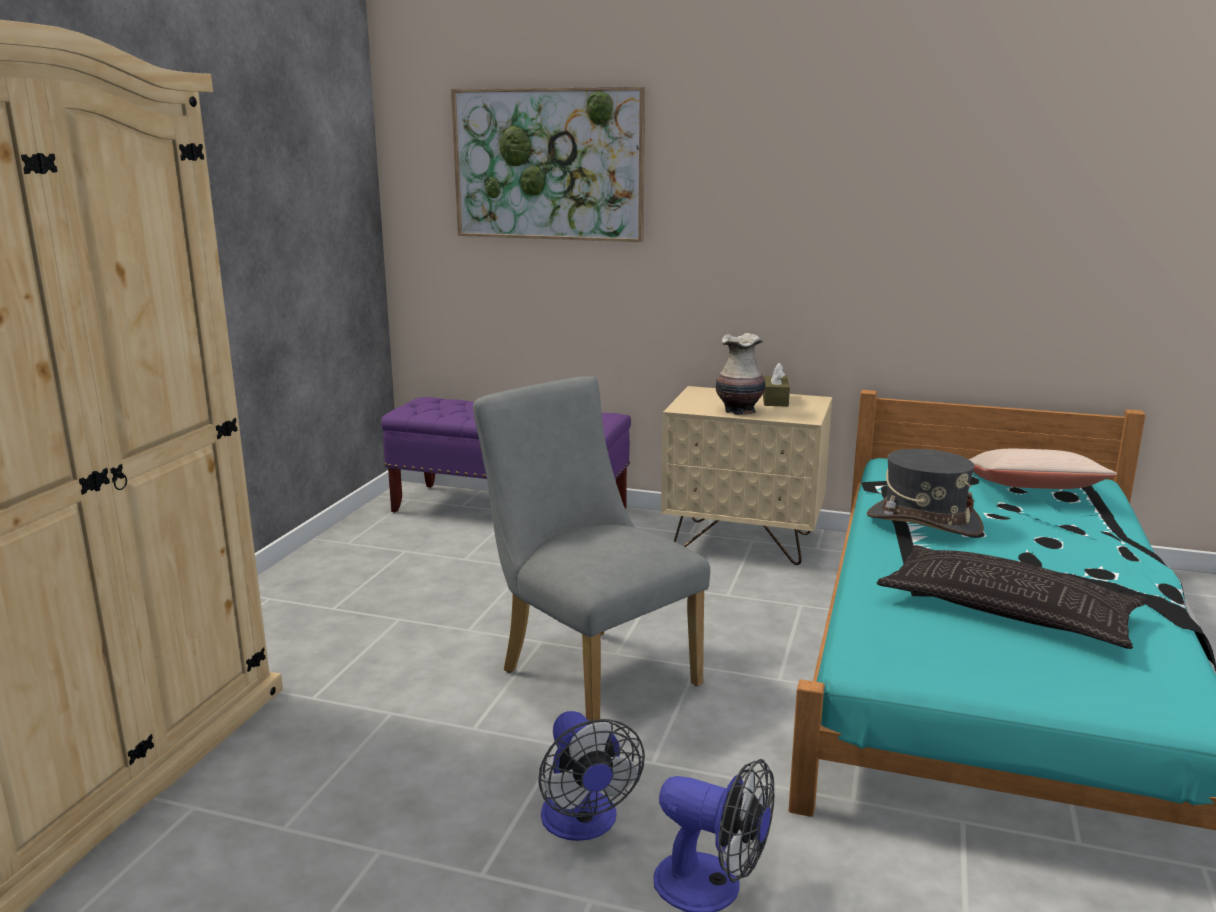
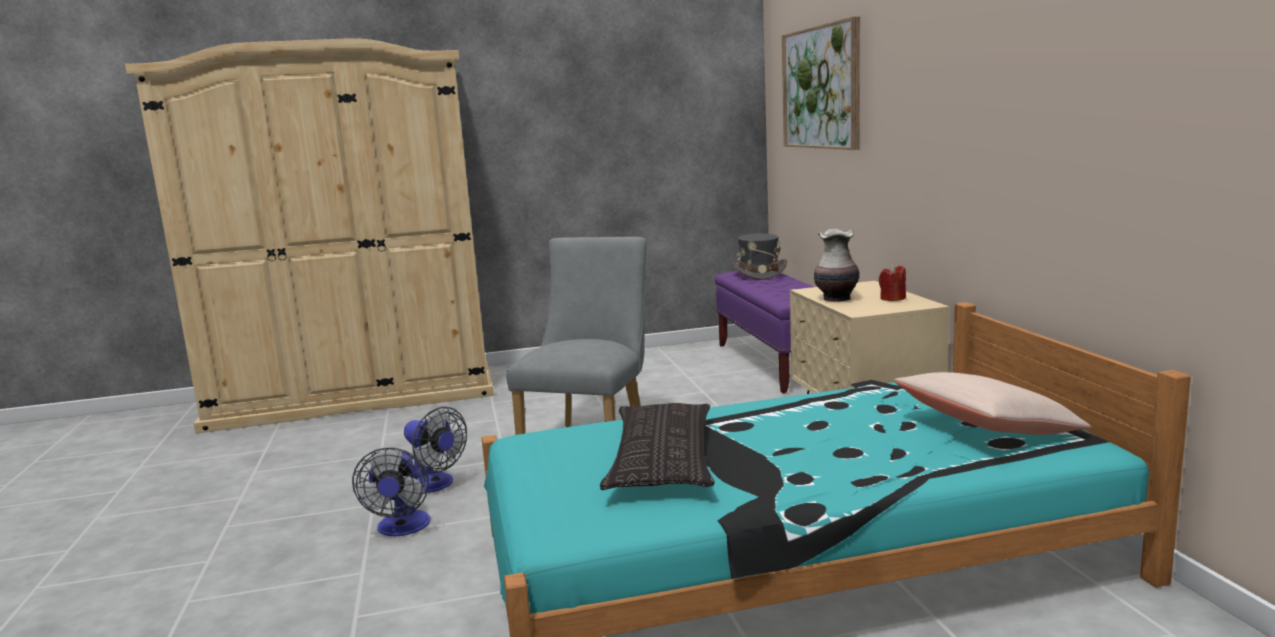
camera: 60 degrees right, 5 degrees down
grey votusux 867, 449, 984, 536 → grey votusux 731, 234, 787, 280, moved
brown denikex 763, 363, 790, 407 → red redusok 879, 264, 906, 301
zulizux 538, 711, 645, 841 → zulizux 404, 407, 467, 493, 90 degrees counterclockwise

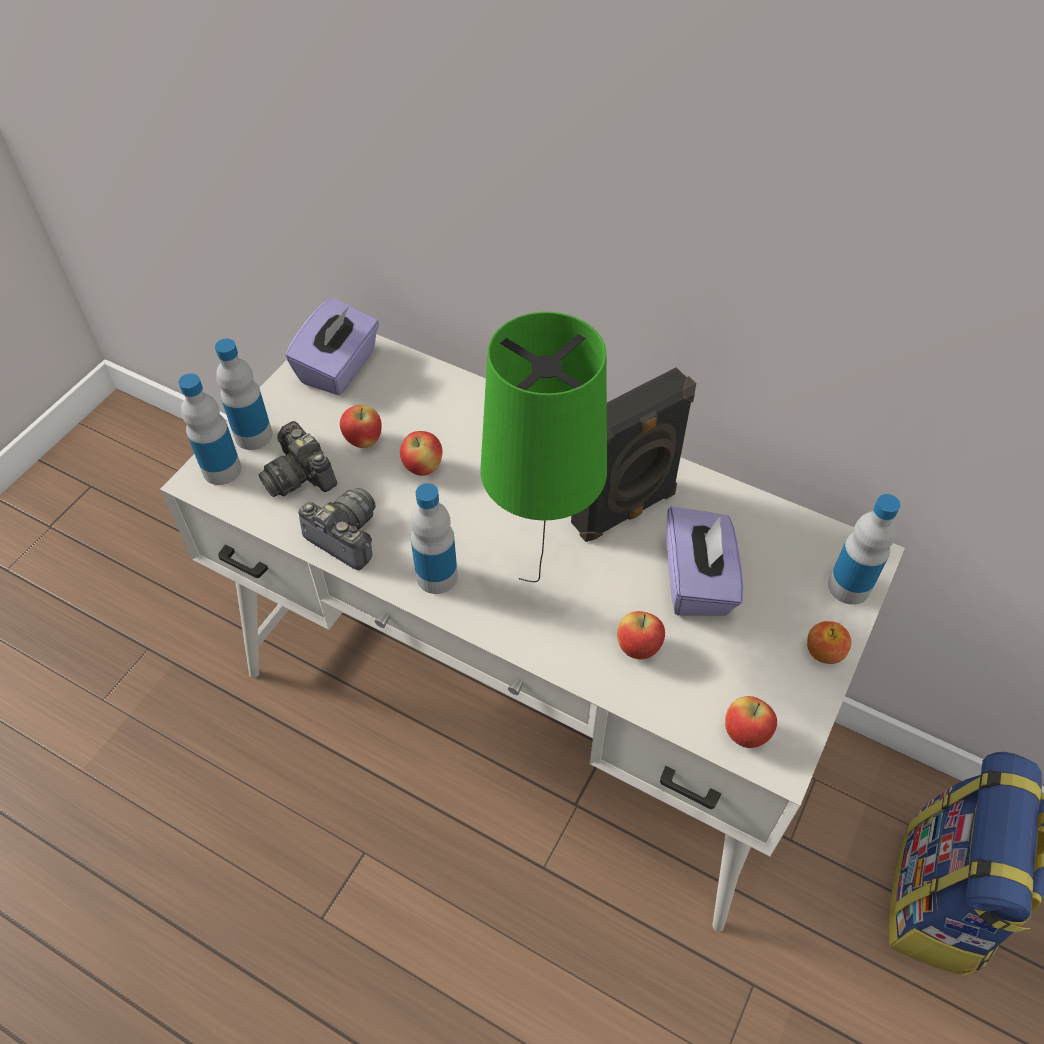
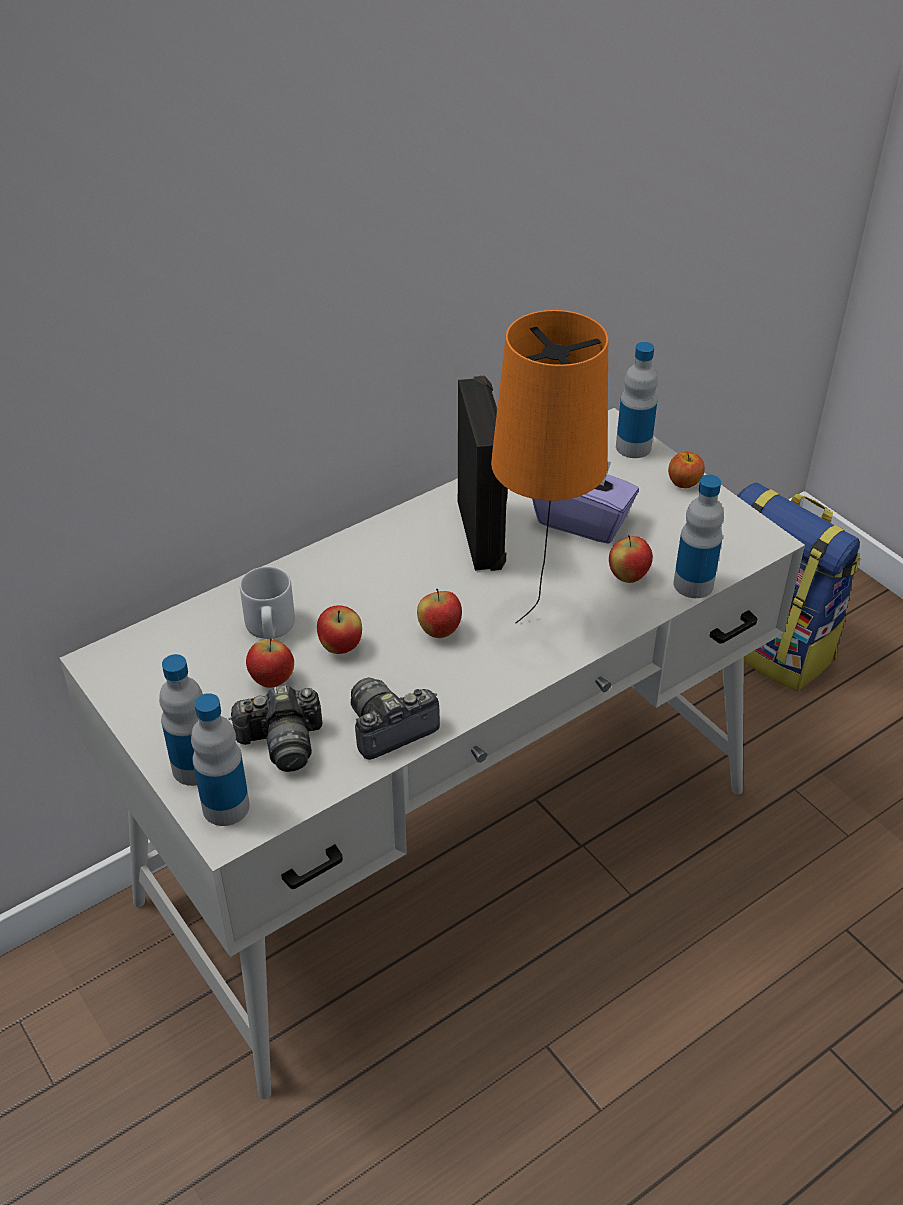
camera: 65 degrees left, 10 degrees down
purple denikex 286, 298, 379, 395 → -
- → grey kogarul 240, 566, 295, 639
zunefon 410, 483, 458, 594 → zunefon 673, 475, 724, 598, moved
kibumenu 725, 696, 777, 748 → kibumenu 417, 589, 462, 638, moved
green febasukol 480, 312, 607, 582 → orange febasukol 491, 310, 608, 623

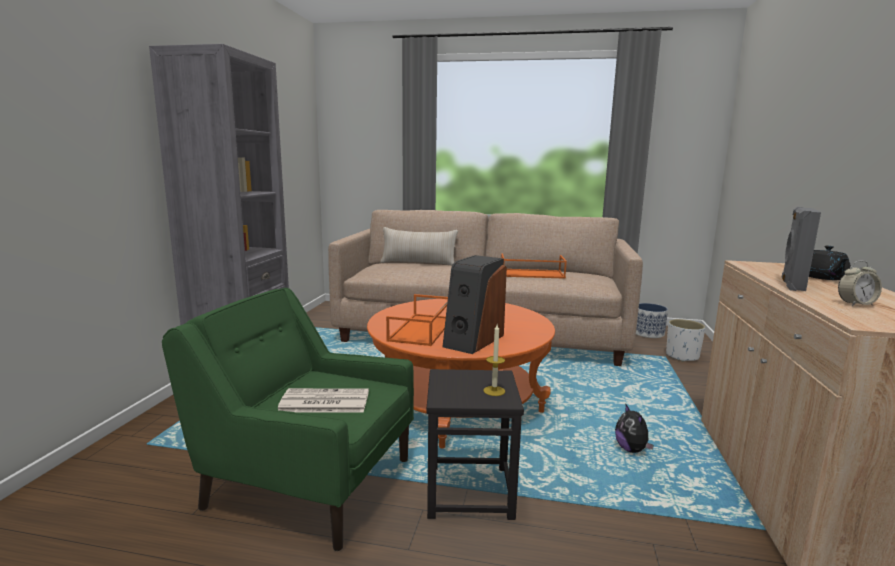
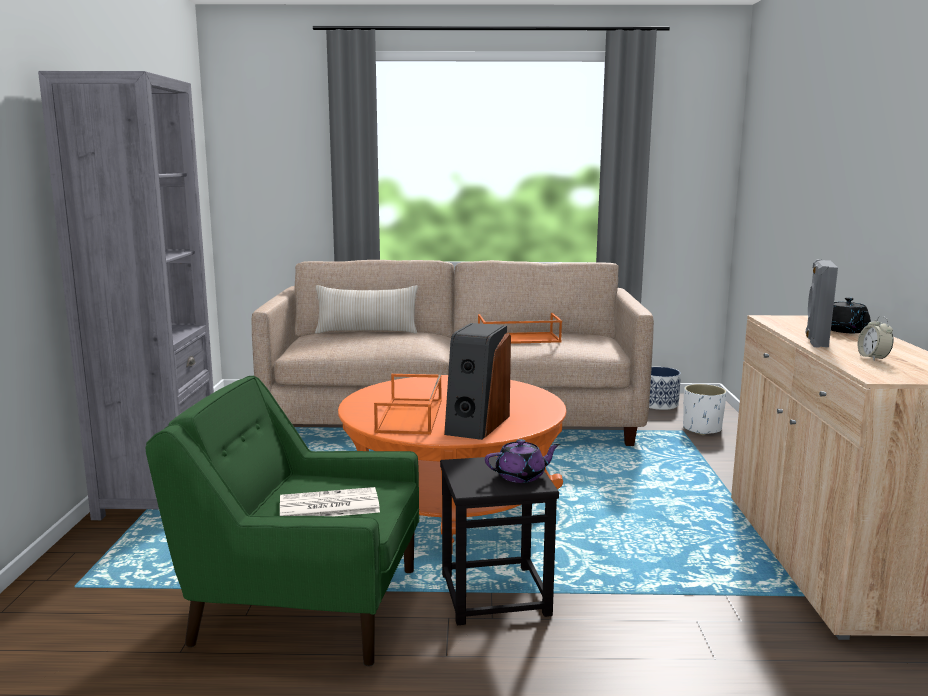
camera: 10 degrees left, 0 degrees up
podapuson 615, 403, 654, 453 → -
redusok 483, 325, 505, 396 → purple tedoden 485, 439, 561, 483
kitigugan 838, 260, 882, 306 → kitigugan 857, 316, 894, 361, 105 degrees clockwise

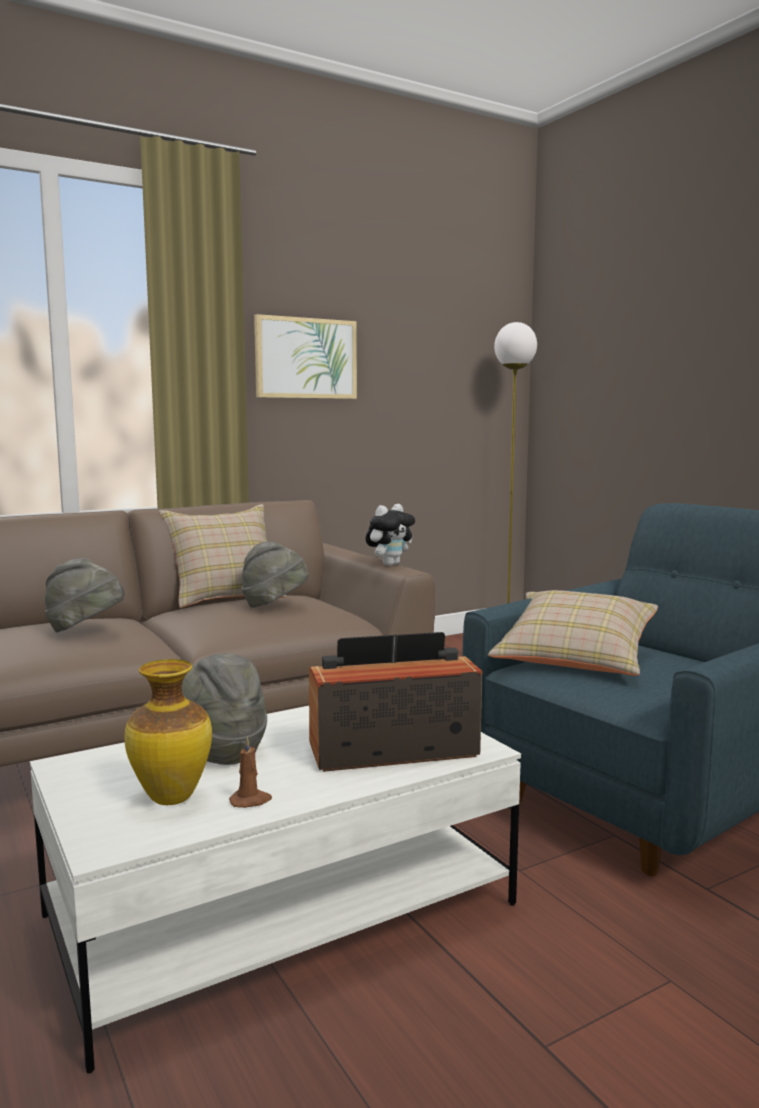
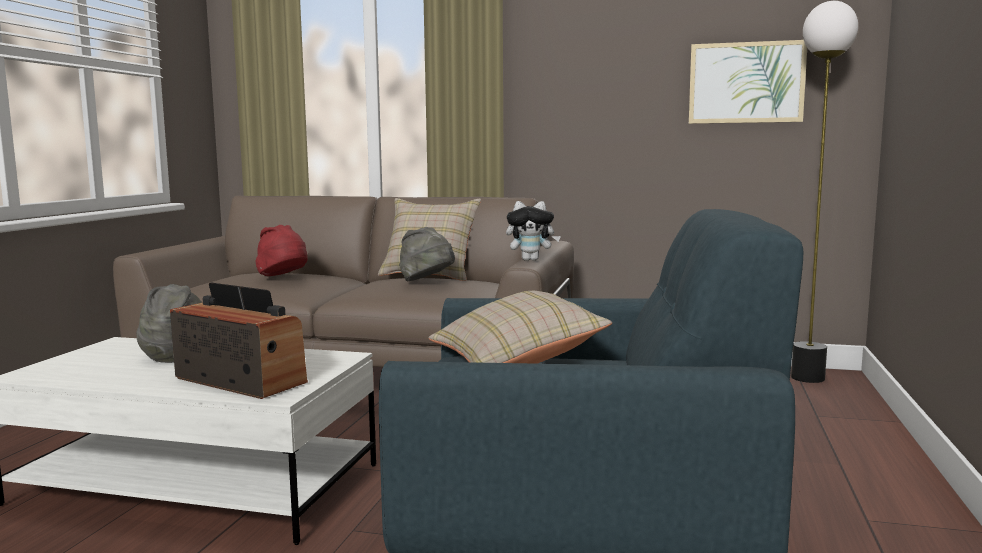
camera: 45 degrees right, 0 degrees up
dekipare 125, 659, 212, 805 → -
brown redusok 229, 736, 272, 808 → -
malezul 254, 314, 357, 399 → malezul 689, 40, 807, 124, moved
grey votusux 45, 558, 125, 632 → red votusux 256, 225, 308, 276

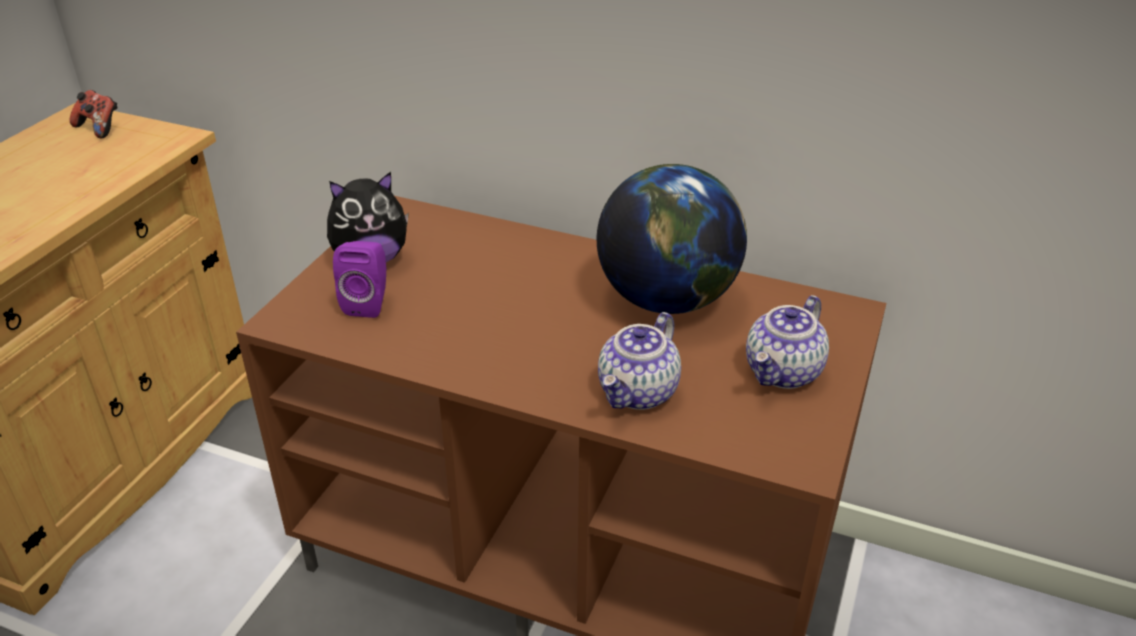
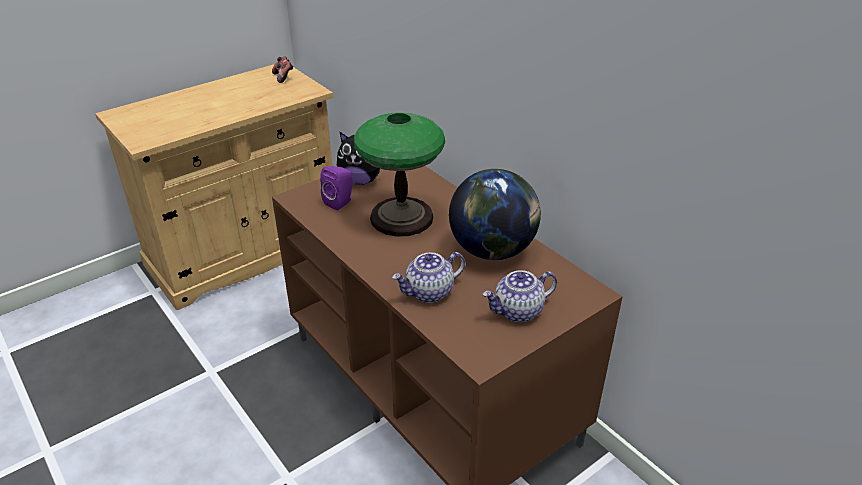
camera: 30 degrees right, 0 degrees up
- → febasukol 354, 112, 445, 237

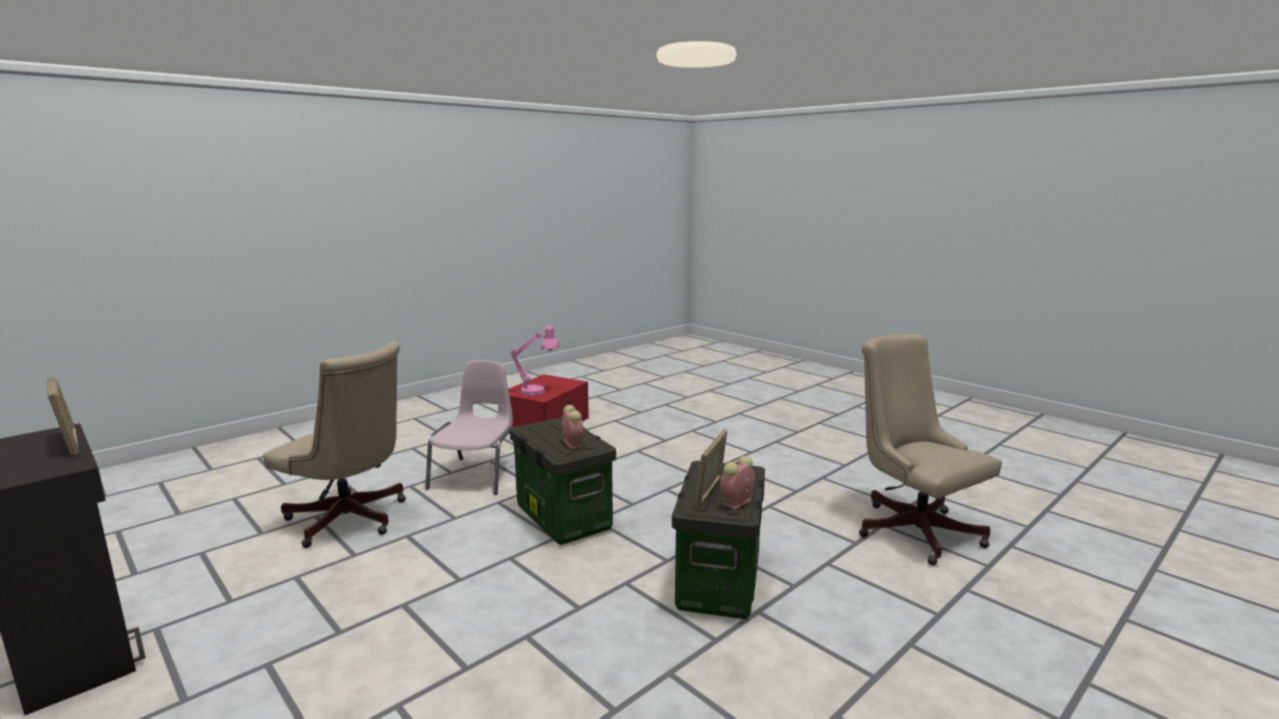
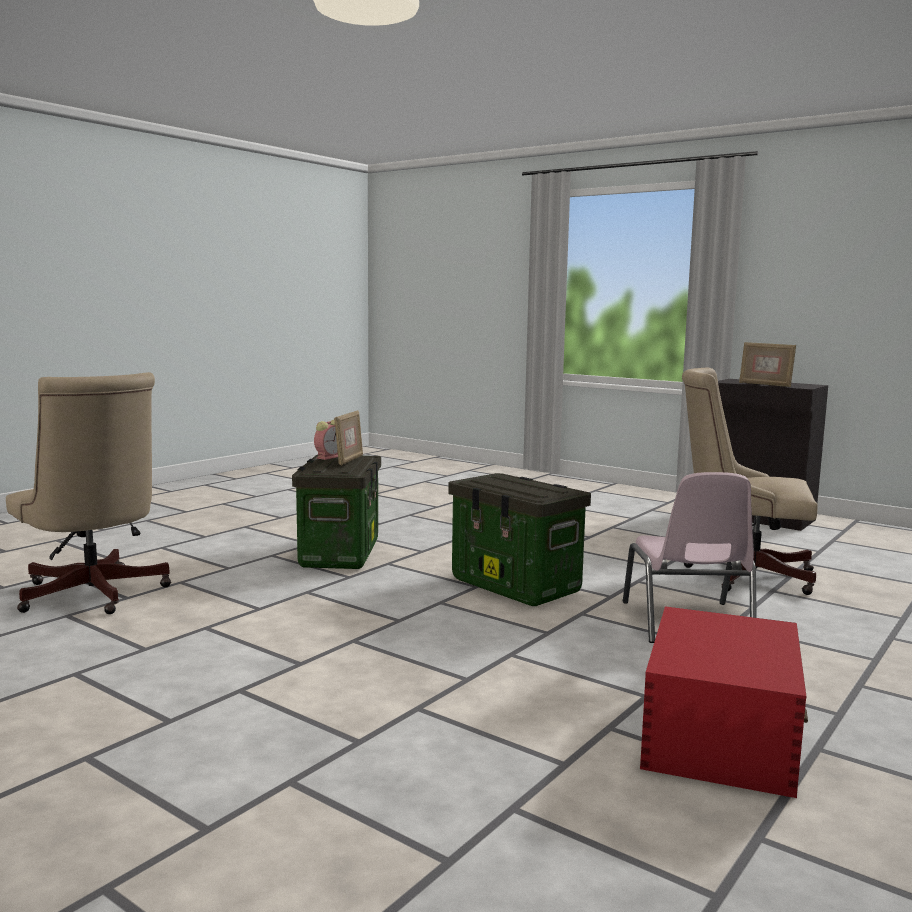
camera: 170 degrees right, 5 degrees down
pink febasukol 510, 325, 559, 396 → -
kitigugan 562, 405, 584, 449 → -

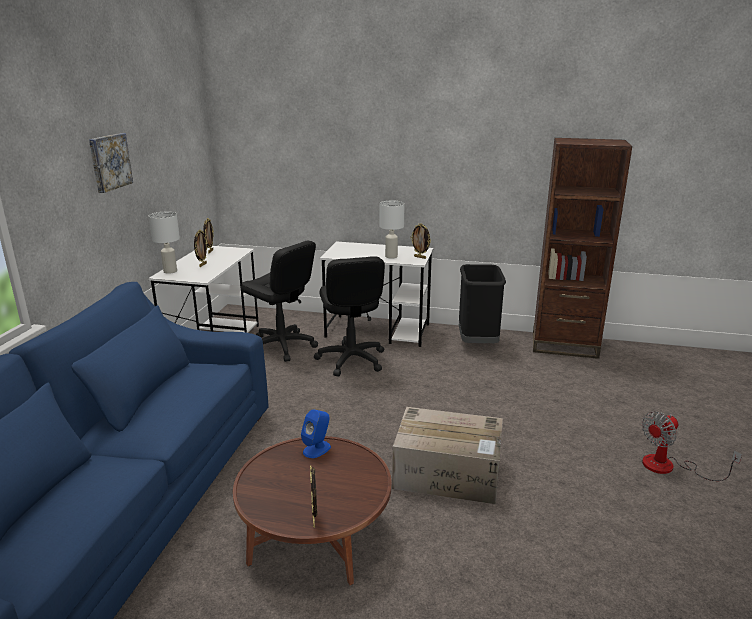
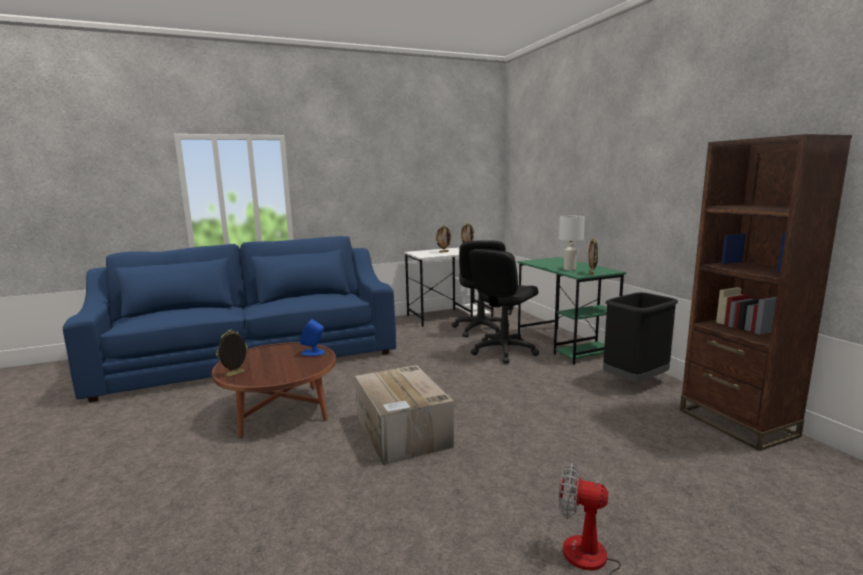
camera: 55 degrees right, 10 degrees down
malezul 89, 133, 133, 193 → -
white febasukol 149, 212, 180, 274 → -
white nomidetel 320, 241, 434, 347 → green nomidetel 518, 257, 626, 365

